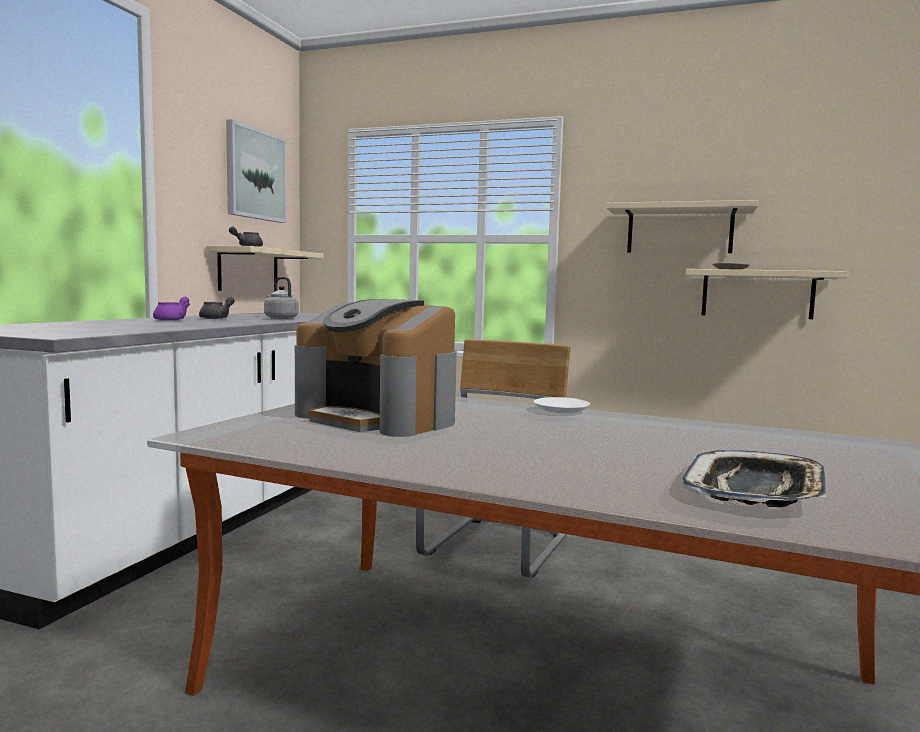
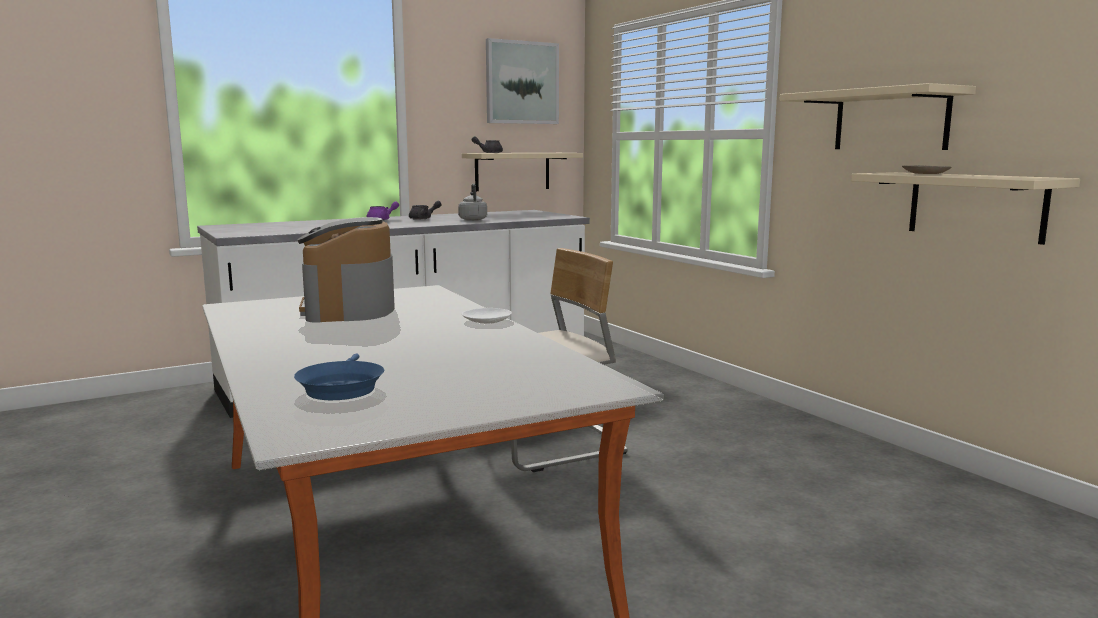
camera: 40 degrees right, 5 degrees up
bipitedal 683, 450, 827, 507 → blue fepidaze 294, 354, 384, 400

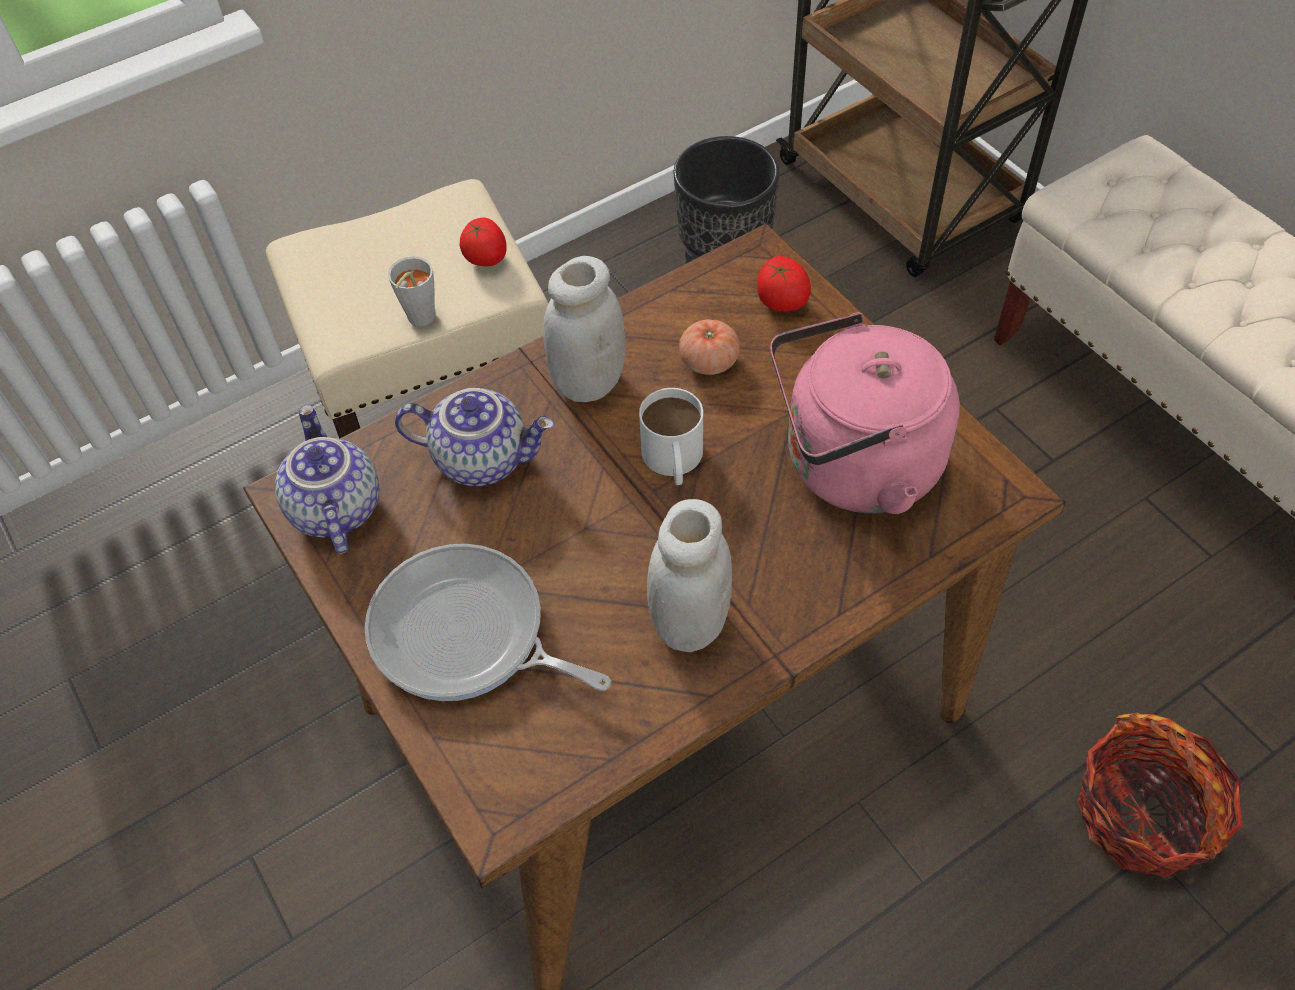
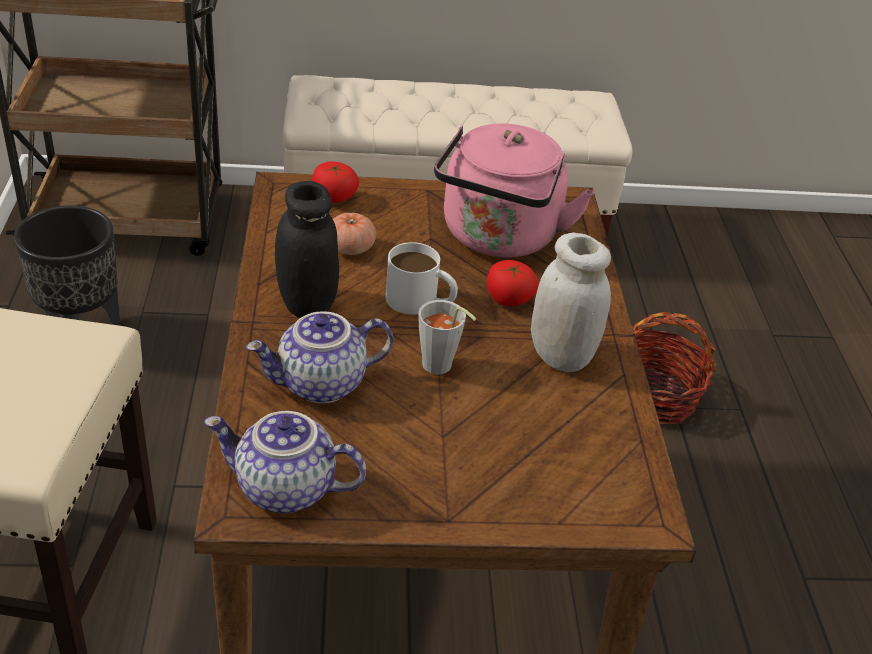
camera: 65 degrees left, 15 degrees down
fepidaze 365, 544, 611, 701 → -
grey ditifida 388, 256, 435, 326 → grey ditifida 418, 300, 476, 375, moved
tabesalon 460, 217, 507, 267 → tabesalon 487, 260, 539, 306, moved
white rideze 543, 256, 626, 402 → black rideze 275, 181, 339, 318
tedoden 395, 388, 554, 486 → tedoden 246, 311, 393, 404, 150 degrees counterclockwise

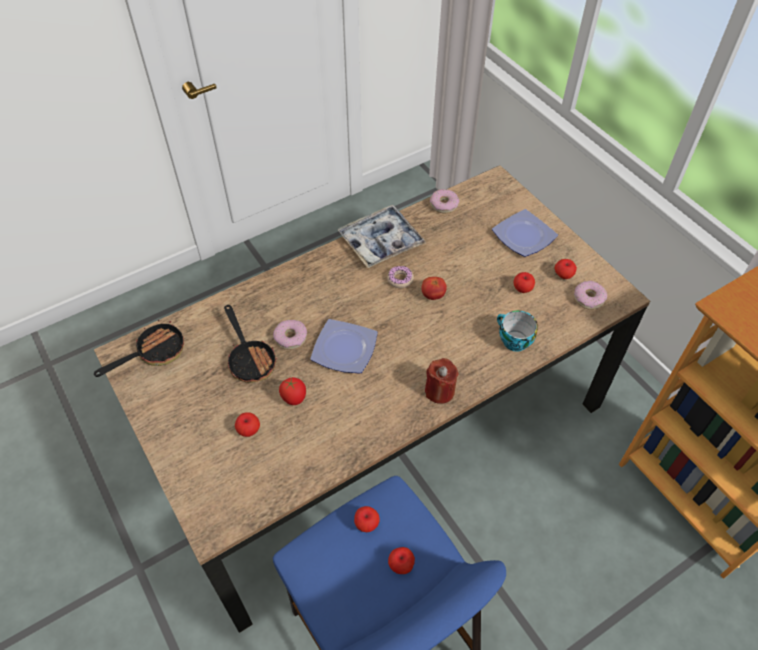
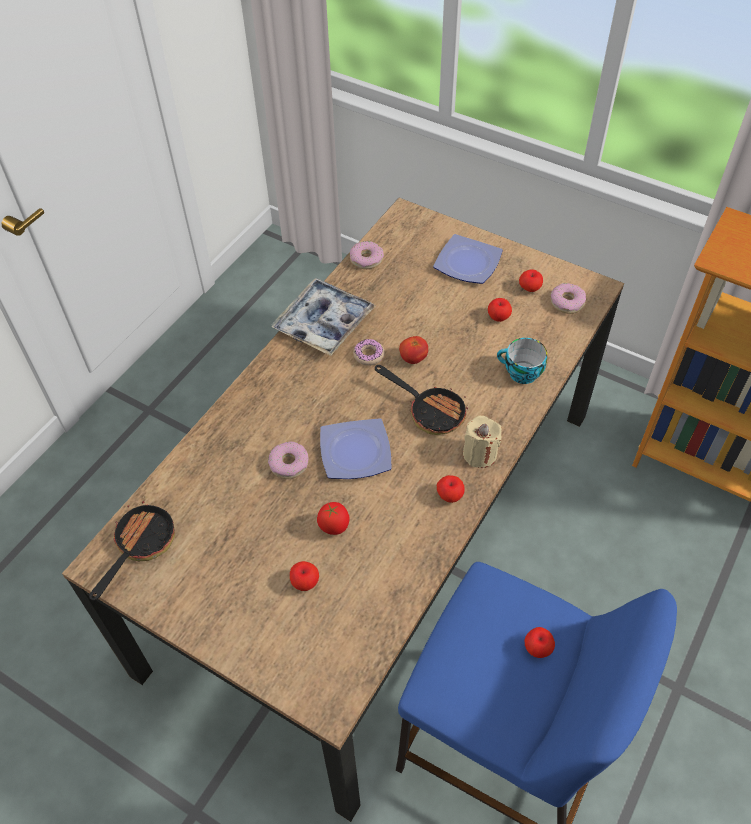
camera: 25 degrees left, 0 degrees up
fepidaze 224, 305, 277, 383 → fepidaze 375, 365, 468, 435, moved
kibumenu 354, 506, 380, 532 → kibumenu 437, 475, 465, 503, moved
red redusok 425, 358, 459, 404 → beige redusok 463, 416, 502, 468

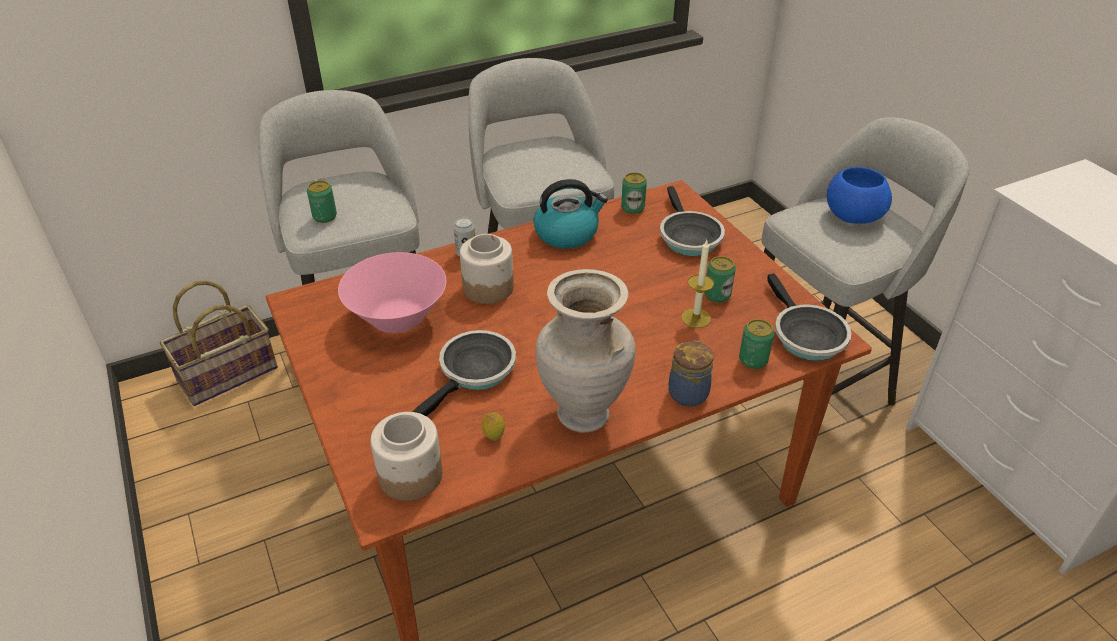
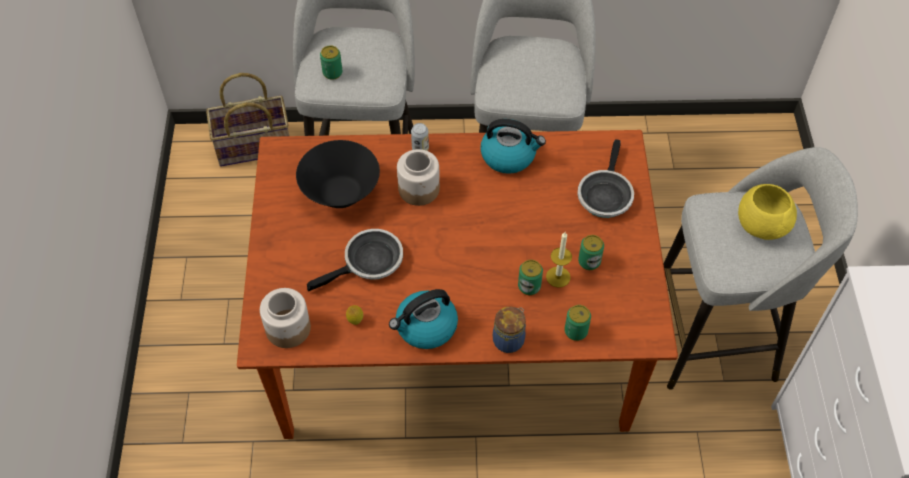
camera: 25 degrees right, 15 degrees up
fepidaze 767, 273, 851, 361 → -
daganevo 621, 172, 647, 214 → daganevo 518, 260, 543, 295, moved
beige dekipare 536, 269, 635, 433 → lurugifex 389, 289, 458, 349
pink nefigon 338, 252, 446, 333 → black nefigon 296, 140, 380, 208
blue nefigon 827, 167, 892, 224 → yellow nefigon 738, 184, 797, 240

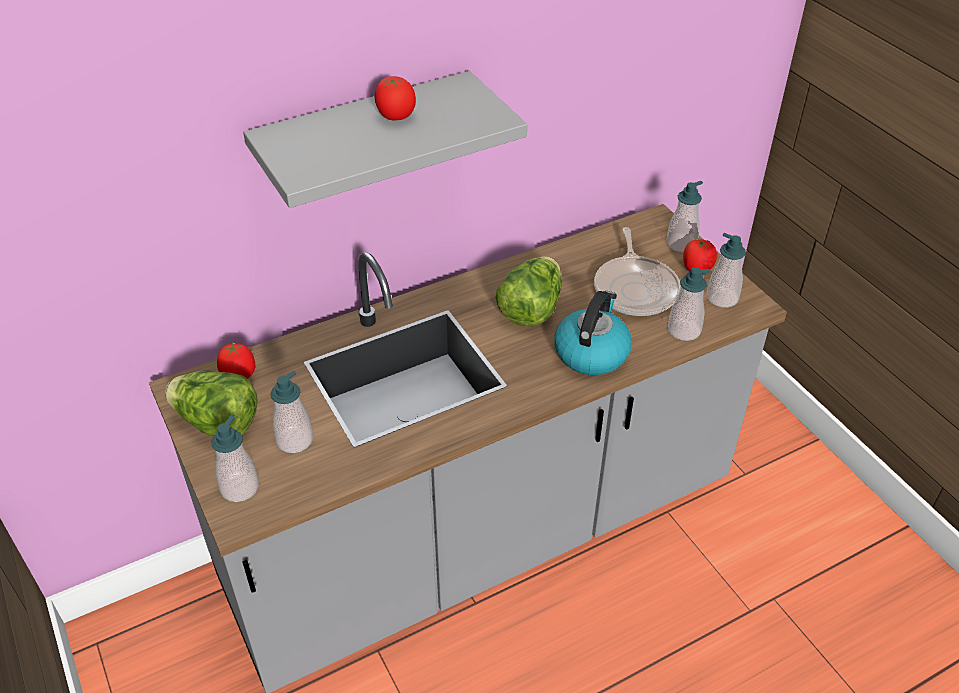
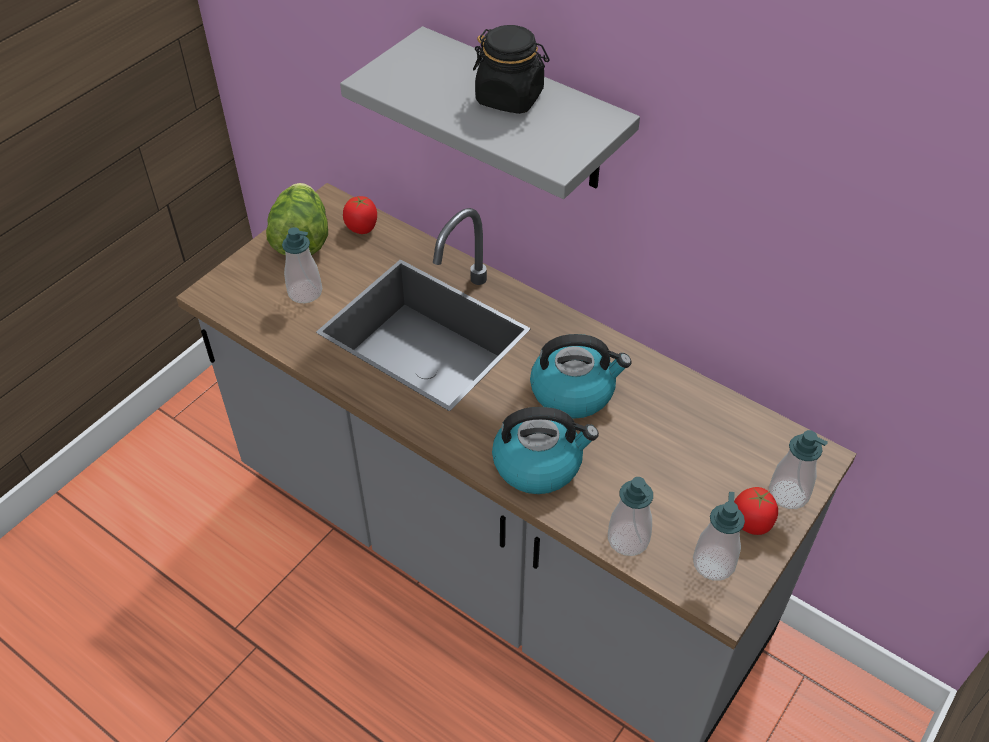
camera: 65 degrees right, 5 degrees up
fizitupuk 211, 416, 259, 502 → -
fepidaze 594, 227, 681, 316 → -
tabesalon 375, 76, 416, 120 → black rideze 473, 25, 549, 114
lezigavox 495, 256, 562, 327 → lurugifex 530, 334, 632, 419

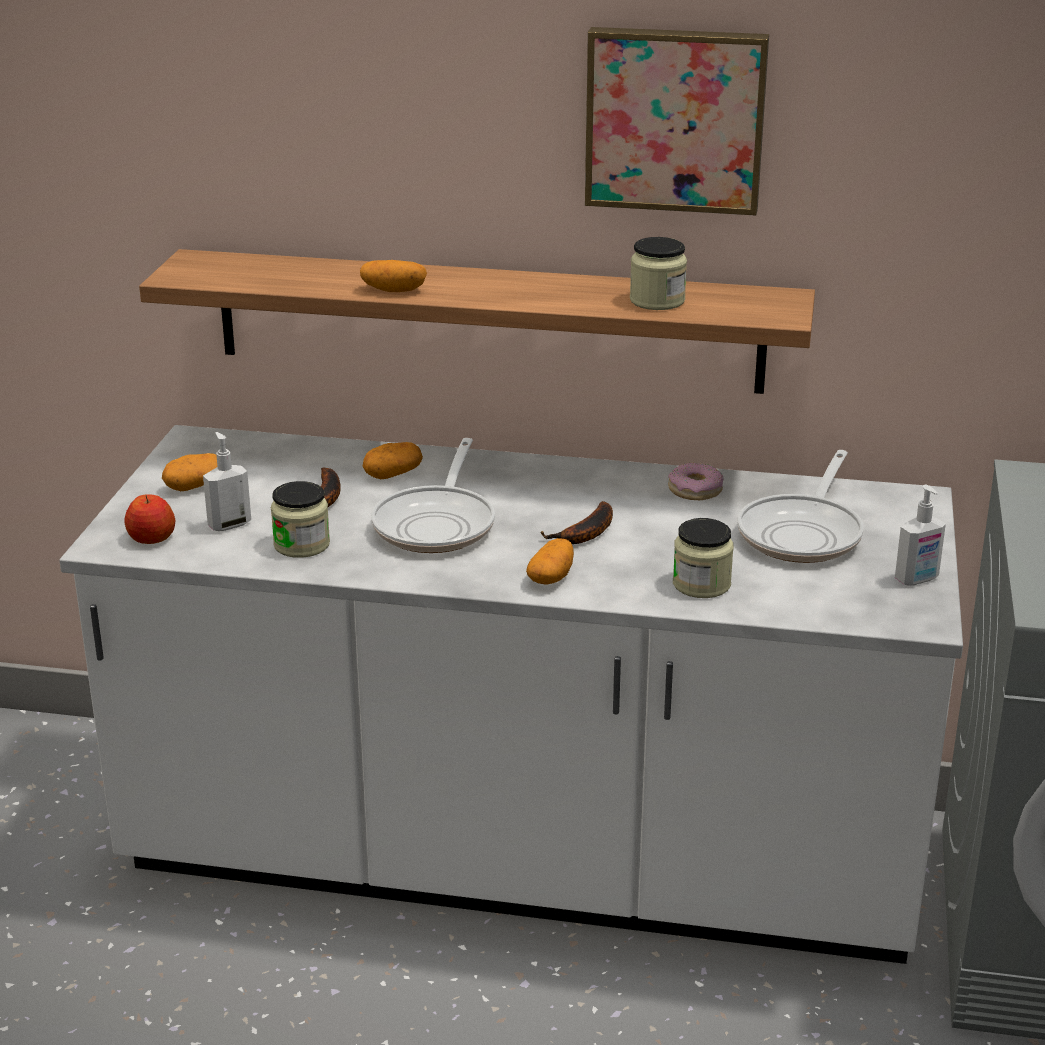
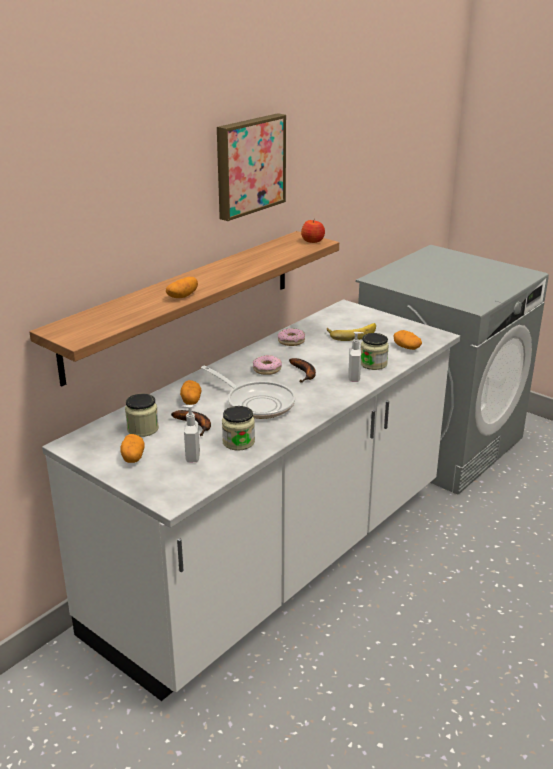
camera: 60 degrees left, 0 degrees up
- → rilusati 253, 355, 282, 375
kibumenu 124, 494, 175, 544 → kibumenu 301, 220, 325, 243, moved
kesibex 526, 538, 574, 585 → kesibex 393, 330, 422, 350, moved
rideze 630, 237, 687, 310 → rideze 125, 393, 159, 437, moved
fizitupuk 895, 485, 946, 586 → fizitupuk 348, 332, 363, 382, moved
fepidaze 737, 450, 864, 563 → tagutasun 327, 323, 376, 341

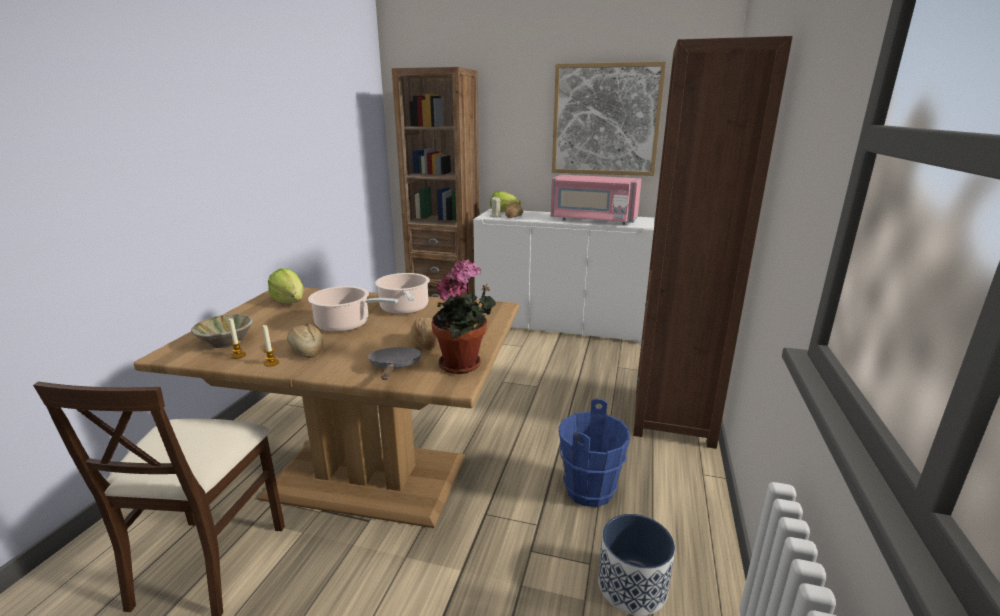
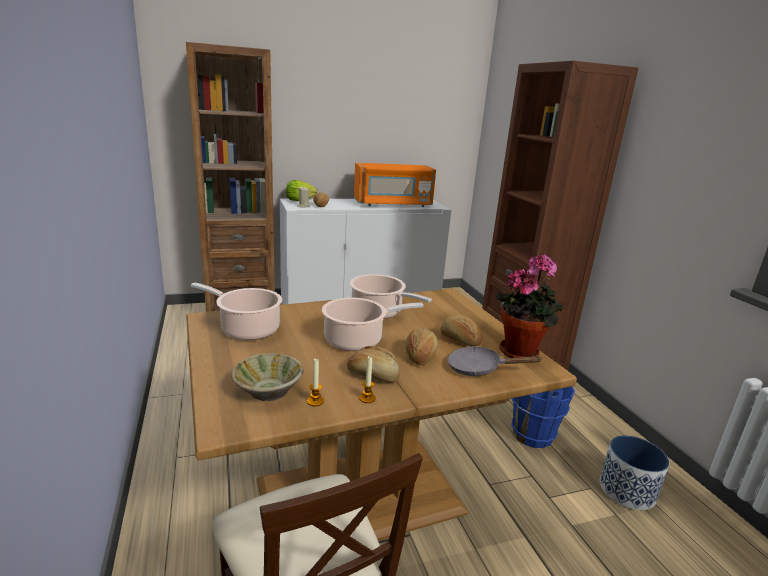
camera: 35 degrees left, 0 degrees up
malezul 552, 61, 666, 176 → -
- → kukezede 405, 328, 438, 365
lezigavox 268, 269, 303, 304 → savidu 191, 282, 282, 340
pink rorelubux 551, 175, 641, 225 → orange rorelubux 354, 163, 436, 207
grey fepidaze 368, 347, 422, 380 → grey fepidaze 448, 346, 542, 376, 45 degrees counterclockwise

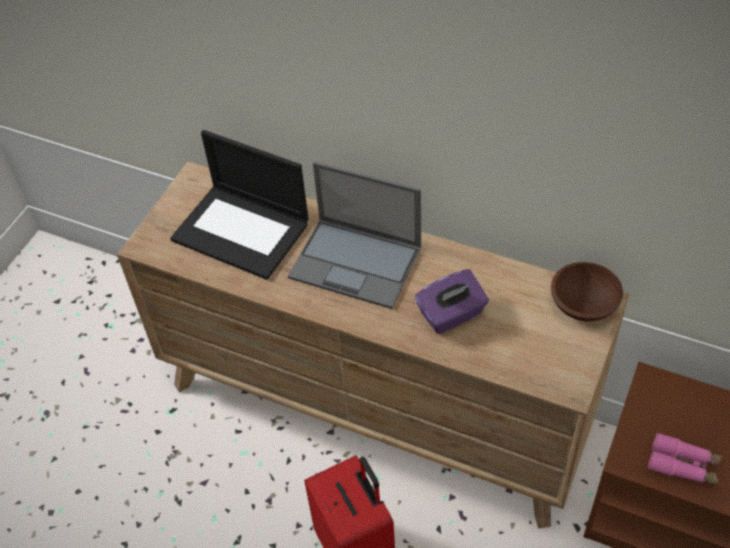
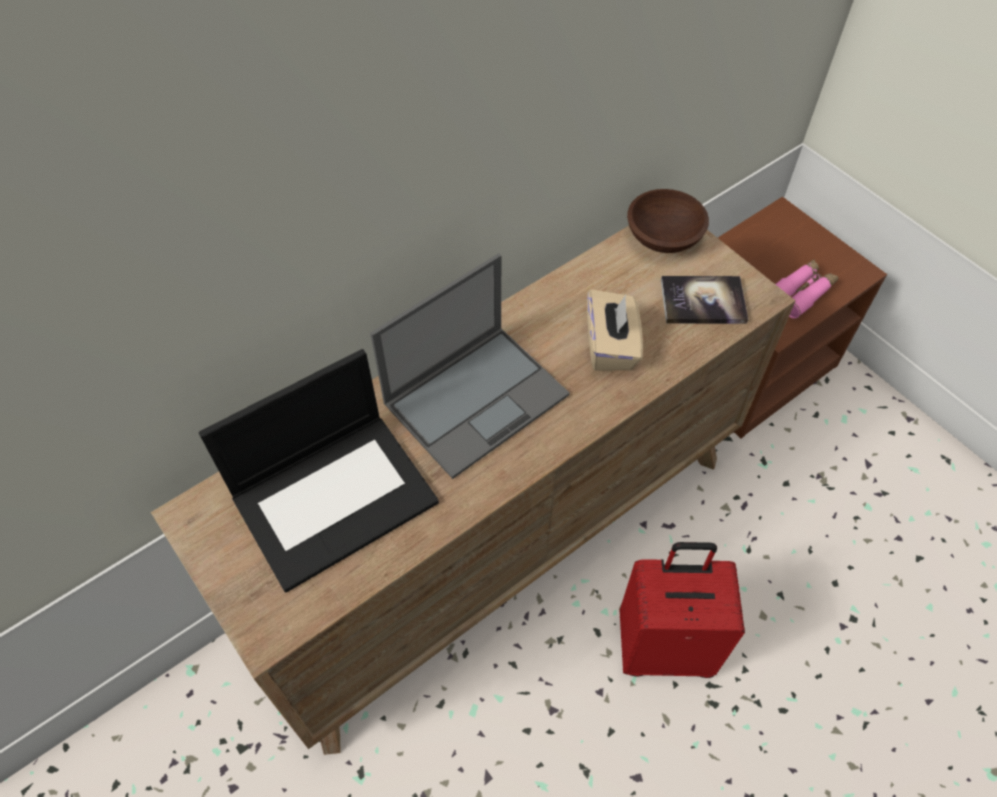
camera: 65 degrees left, 5 degrees up
- → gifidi 661, 276, 748, 324
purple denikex 415, 269, 489, 334 → beige denikex 587, 289, 643, 371

